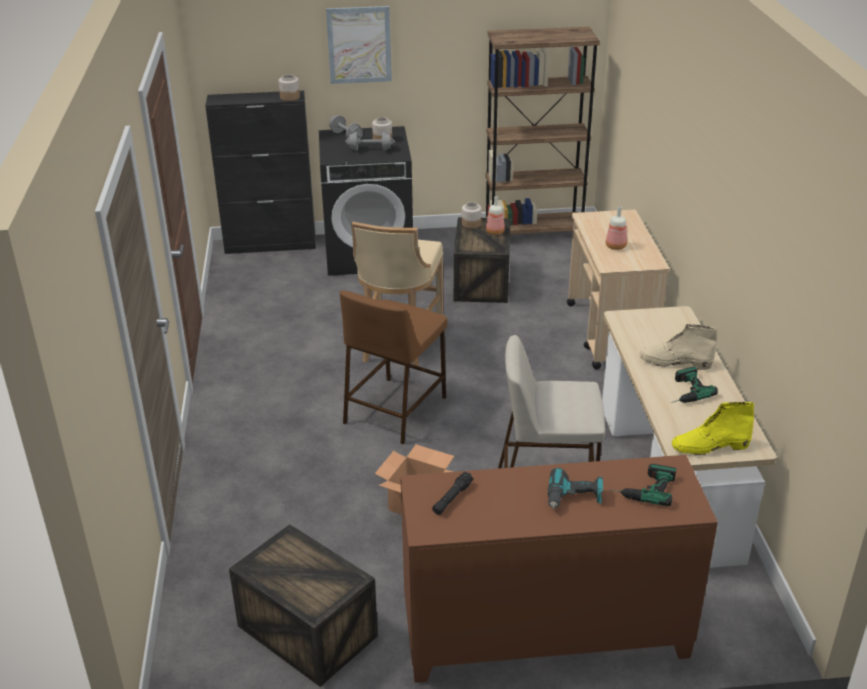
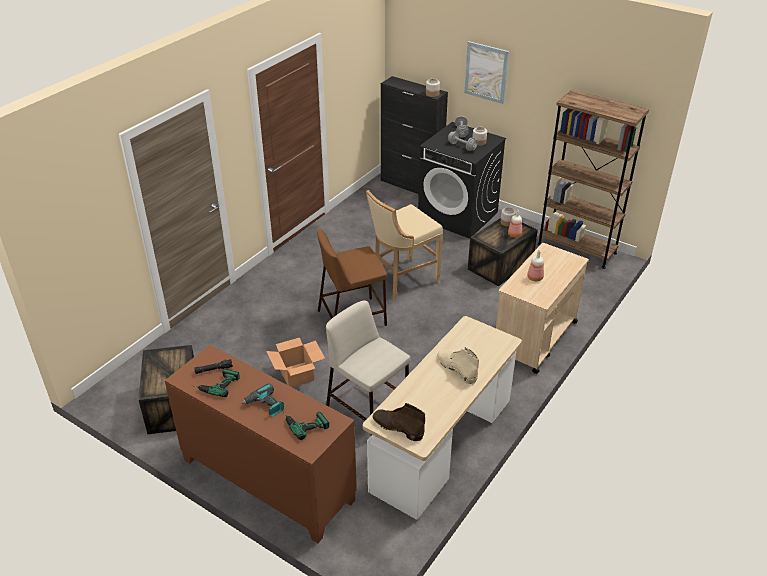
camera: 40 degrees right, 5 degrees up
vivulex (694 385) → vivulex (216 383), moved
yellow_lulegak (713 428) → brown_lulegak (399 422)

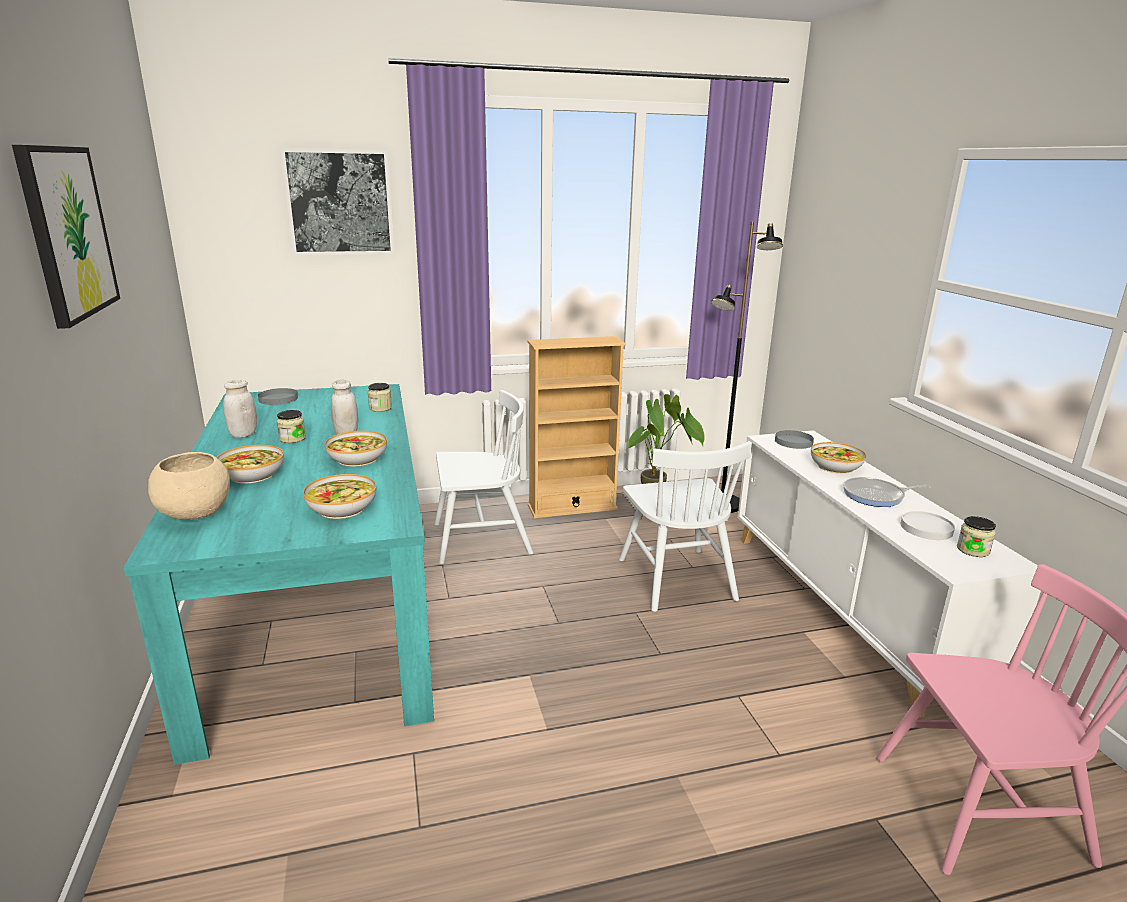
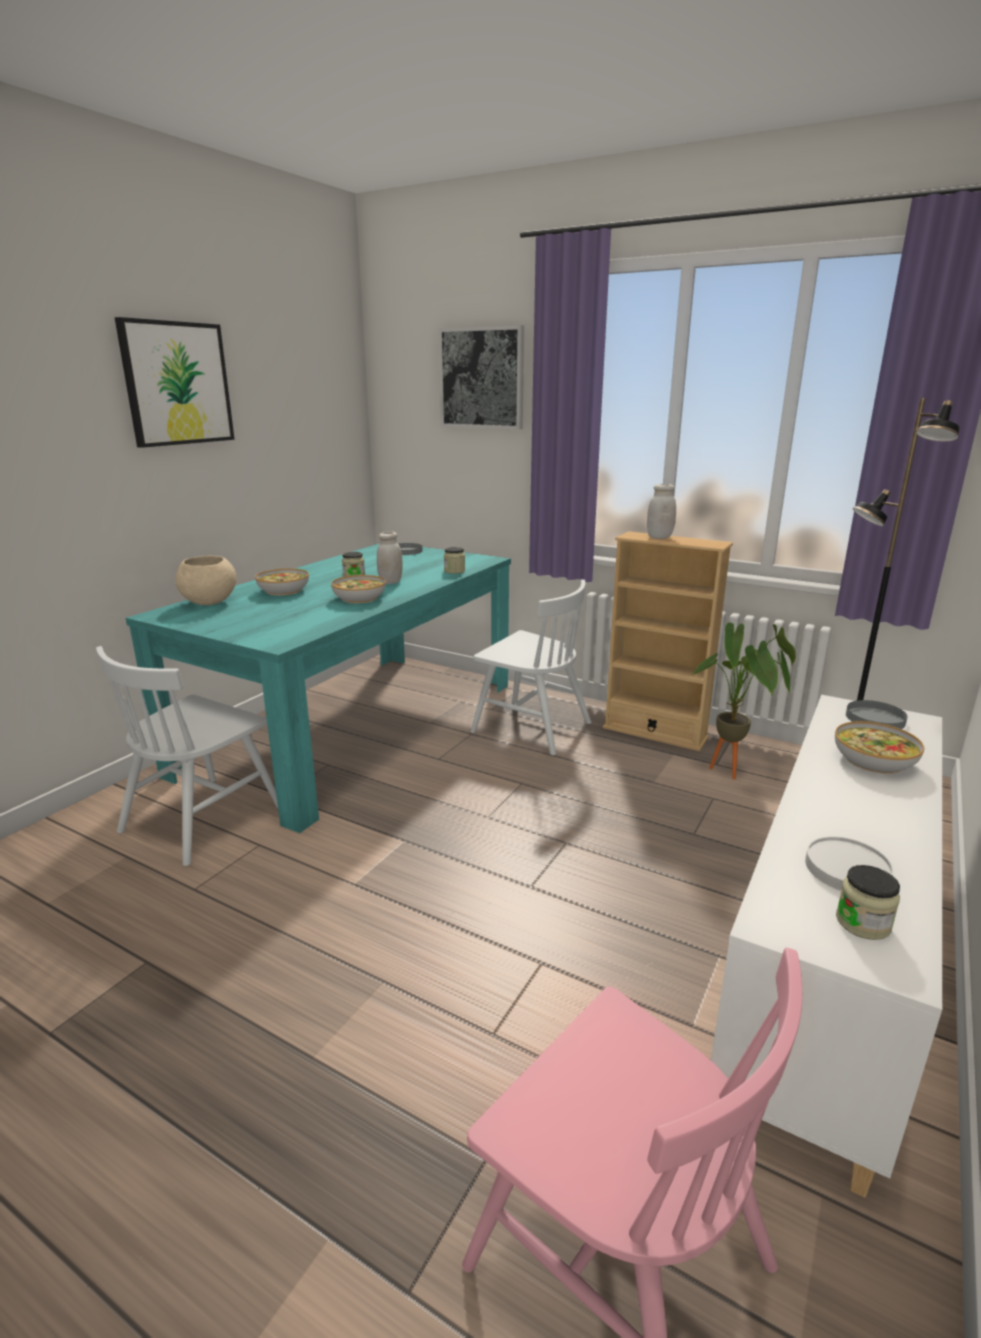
camera: 45 degrees right, 0 degrees up
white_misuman (685 526) → white_misuman (187 756), moved
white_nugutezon (240 409) → white_nugutezon (661 511), moved
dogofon (339 496) → -
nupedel (886 492) → -

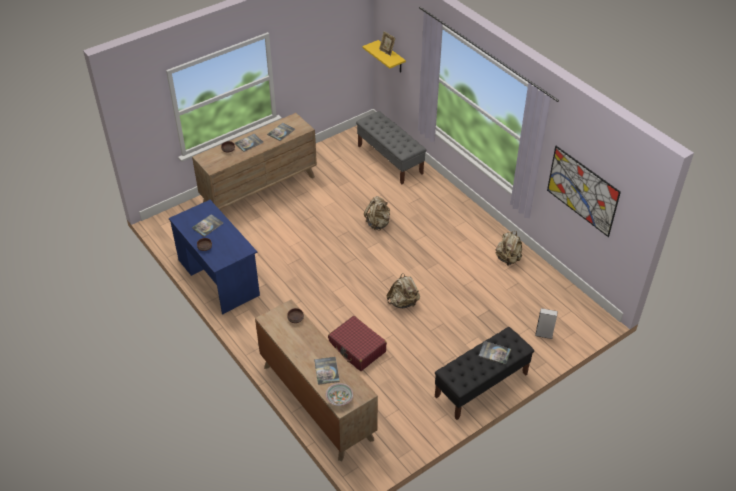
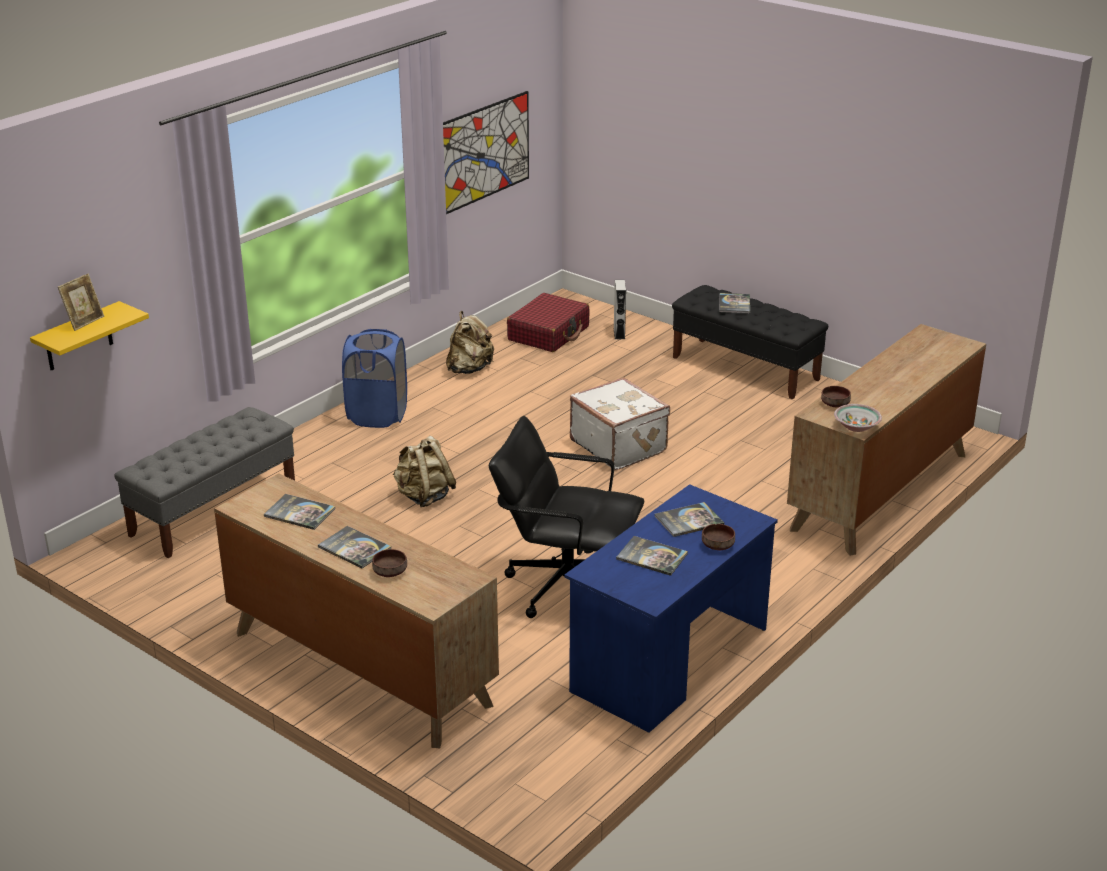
camera: 105 degrees left, 15 degrees down
- → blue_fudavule (374 378)
- → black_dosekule (566 517)
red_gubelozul (357 343) → red_gubelozul (548 322), moved
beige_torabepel (403 290) → white_gubelozul (620 423)
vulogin (327 371) → vulogin (690 519), moved
dogofon (339 394) → dogofon (858 418), moved

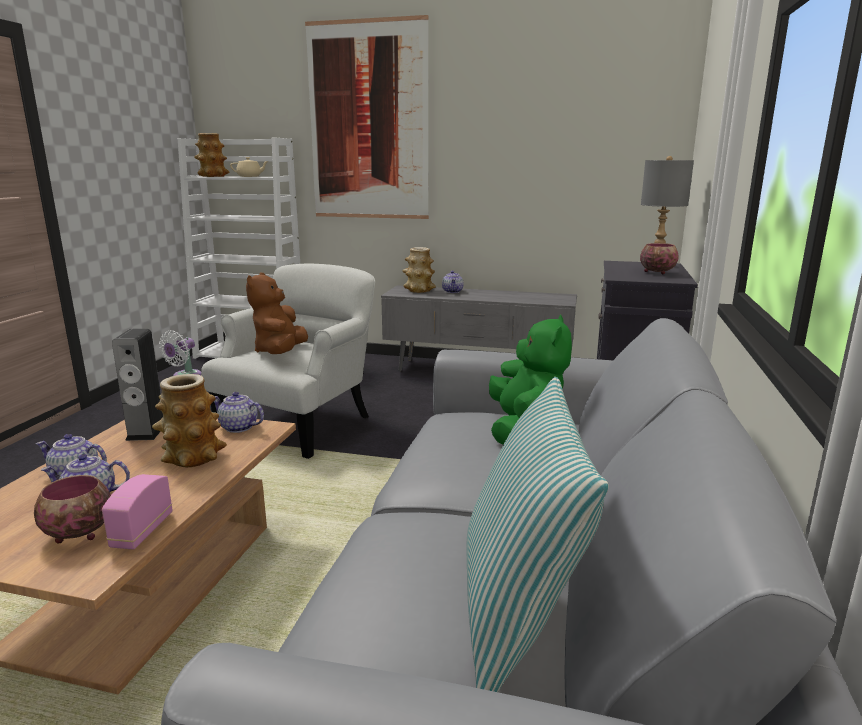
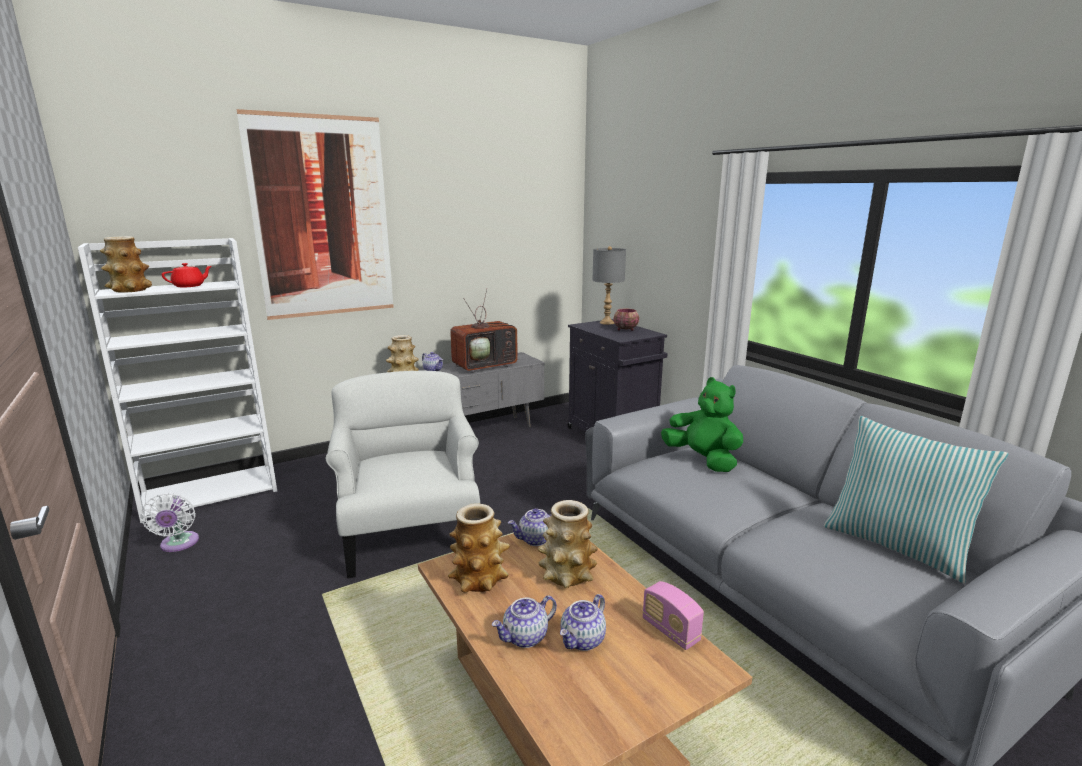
camera: 45 degrees left, 0 degrees up
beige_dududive (249 167) → red_dududive (187 275)
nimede (137 385) → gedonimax (479 547)
- → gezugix (484 331)
dogofon (72 509) → -
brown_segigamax (277 313) → -

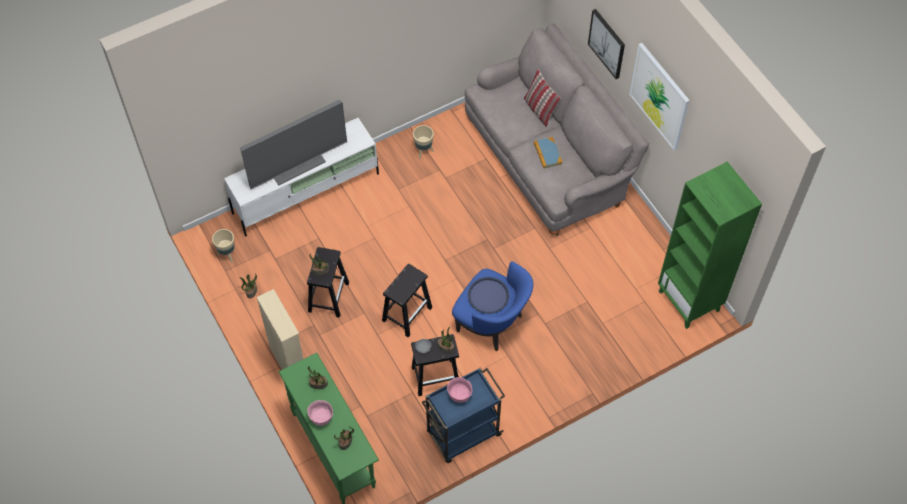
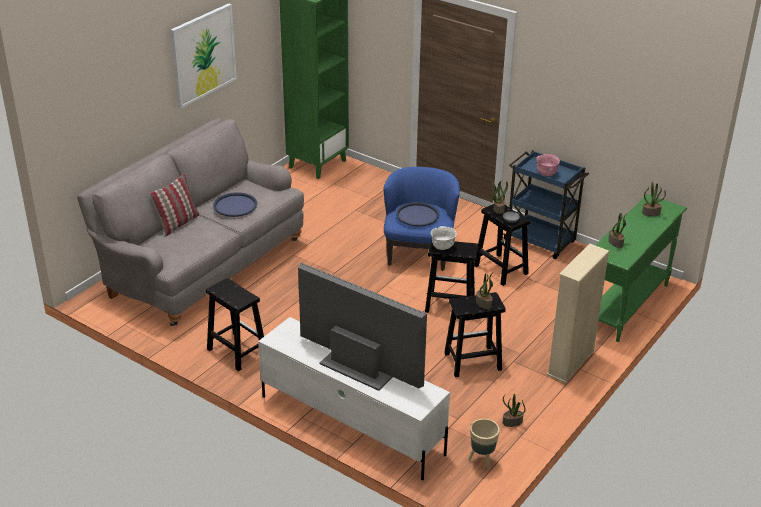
camera: 115 degrees left, 25 degrees down
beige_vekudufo (423 142) → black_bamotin (235 324)
vulogin (548 153) → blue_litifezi (235 204)
- → white_dogofon (443 238)
pink_dogofon (320 413) → -
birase (606 44) → -

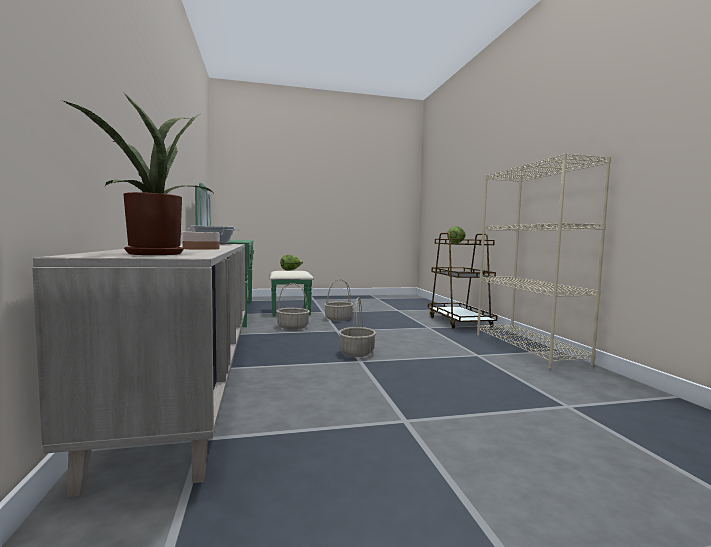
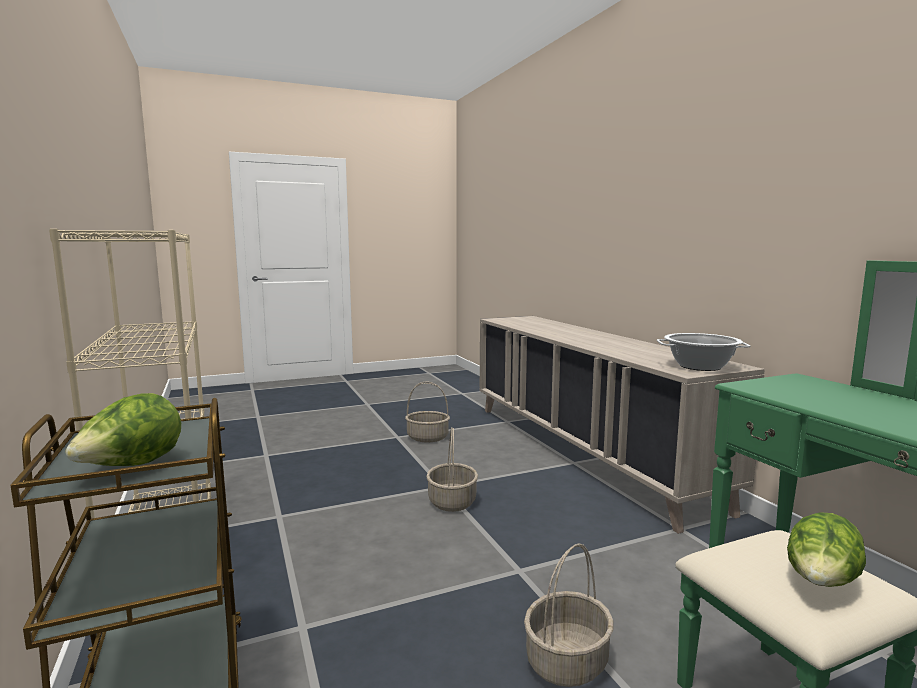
camera: 170 degrees right, 5 degrees up
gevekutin (293 306) → gevekutin (427 411), moved
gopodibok (136 174) → -
dogofon (201 241) → -

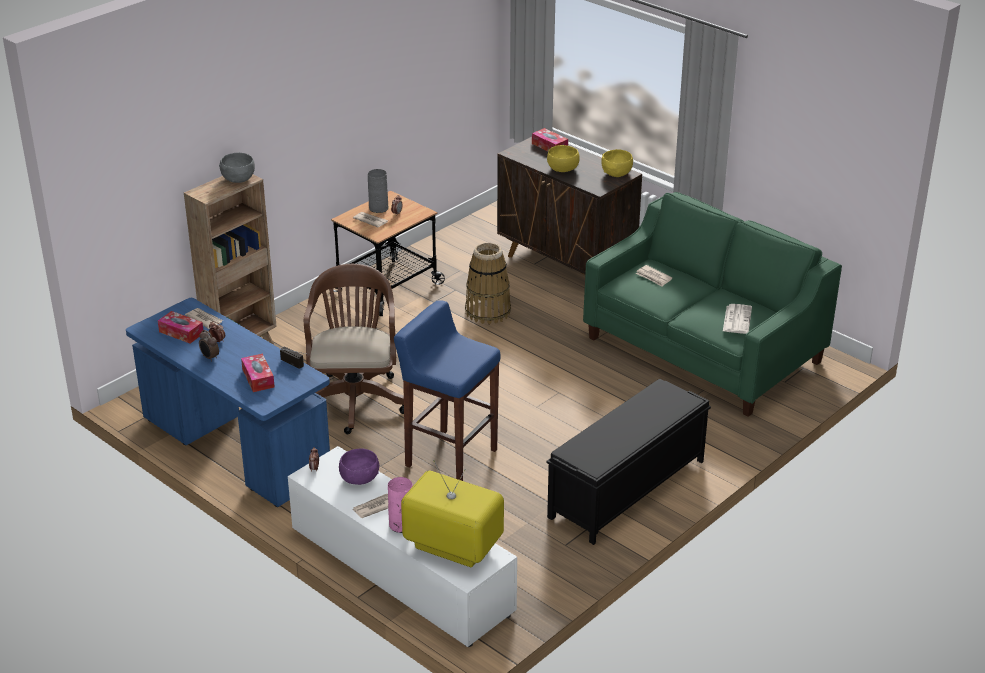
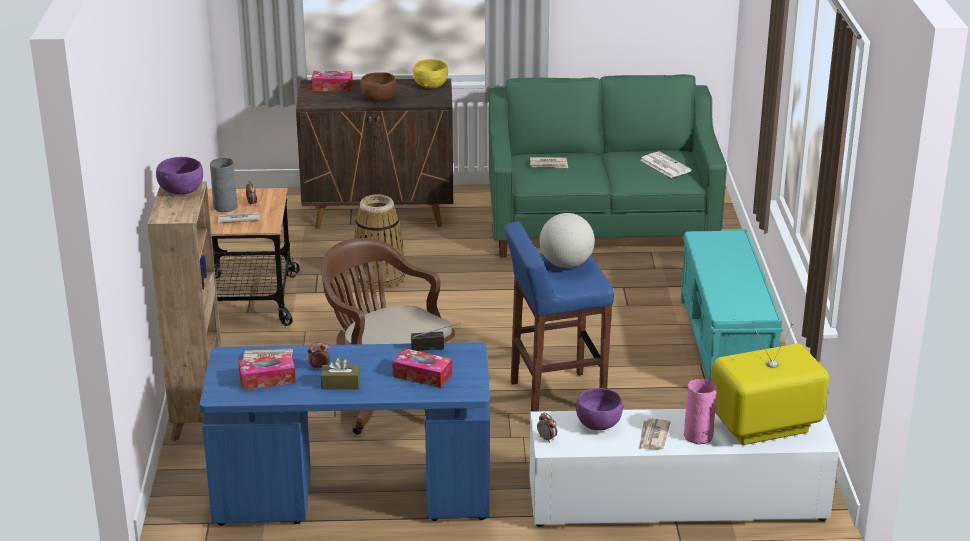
camera: 45 degrees left, 5 degrees down
grey_dogofon (237 168) → purple_dogofon (179 176)
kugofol (209 346) → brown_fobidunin (340 373)
yellow_dogofon (563 158) → brown_dogofon (378 87)
- → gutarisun (567 240)
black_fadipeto (628 462) → turquoise_fadipeto (732 305)

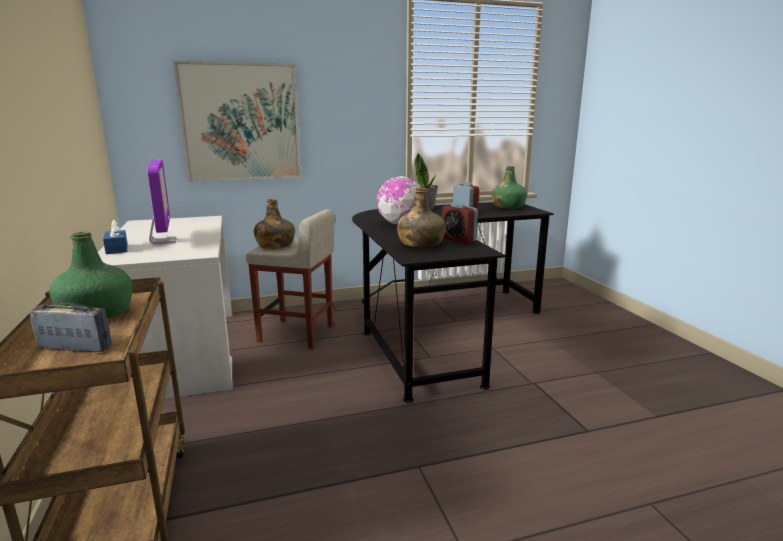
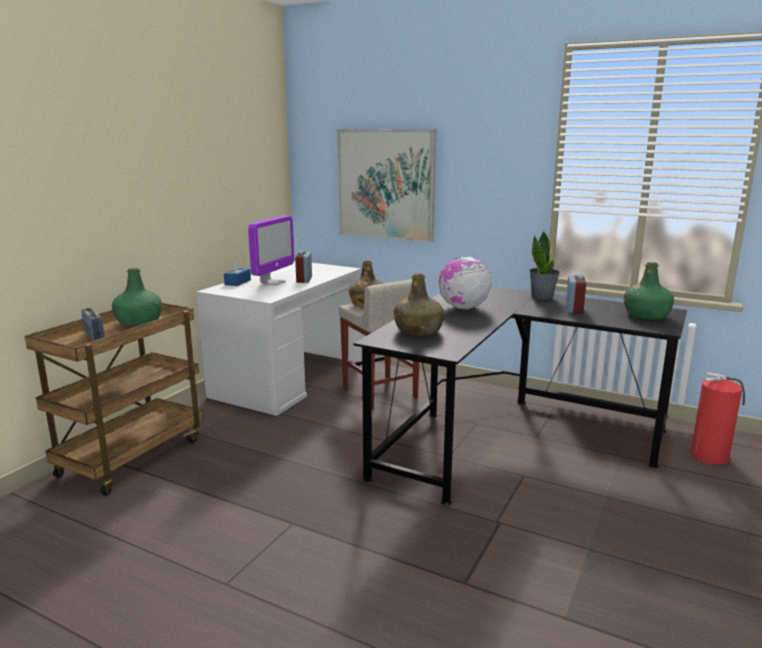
camera: 45 degrees right, 0 degrees up
kugofol (460 223) → kugofol (303 267), moved
- → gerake (718 418)

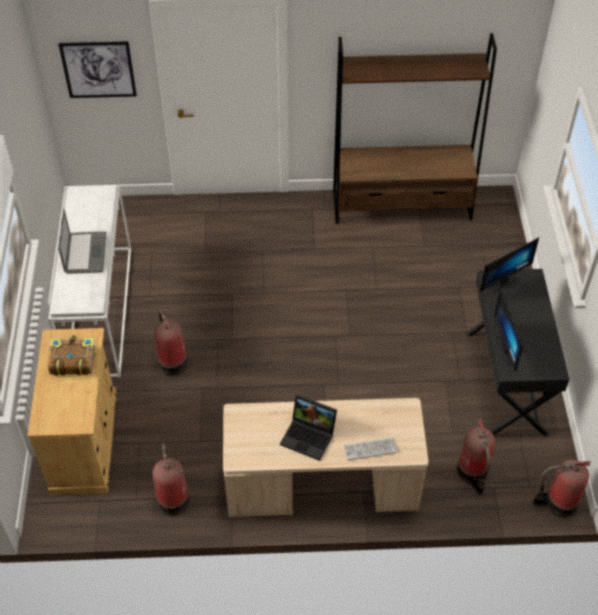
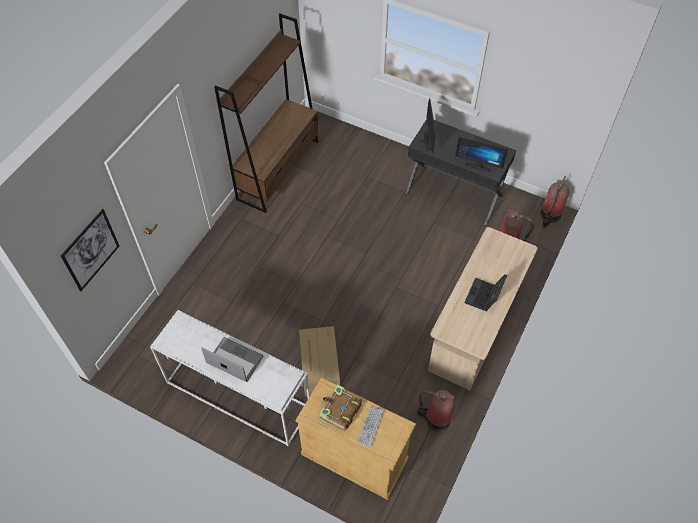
camera: 60 degrees left, 5 degrees up
gerake (171 342) → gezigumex (319 361)
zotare (371 449) → zotare (370 426), moved
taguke (308 427) → taguke (486 293), 150 degrees clockwise

